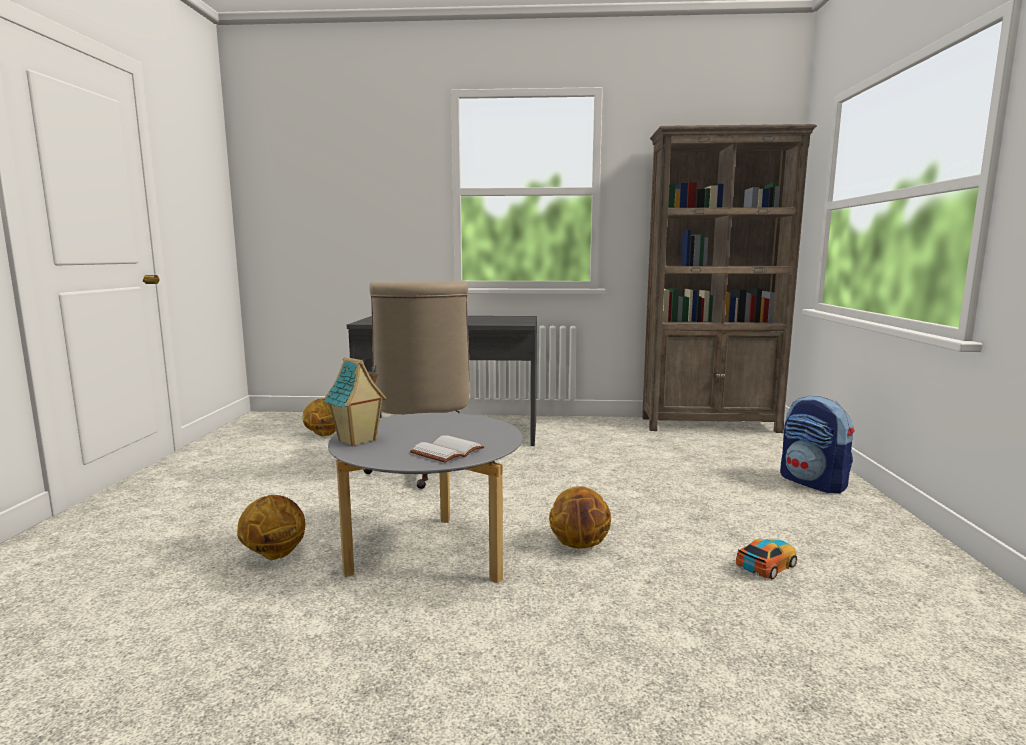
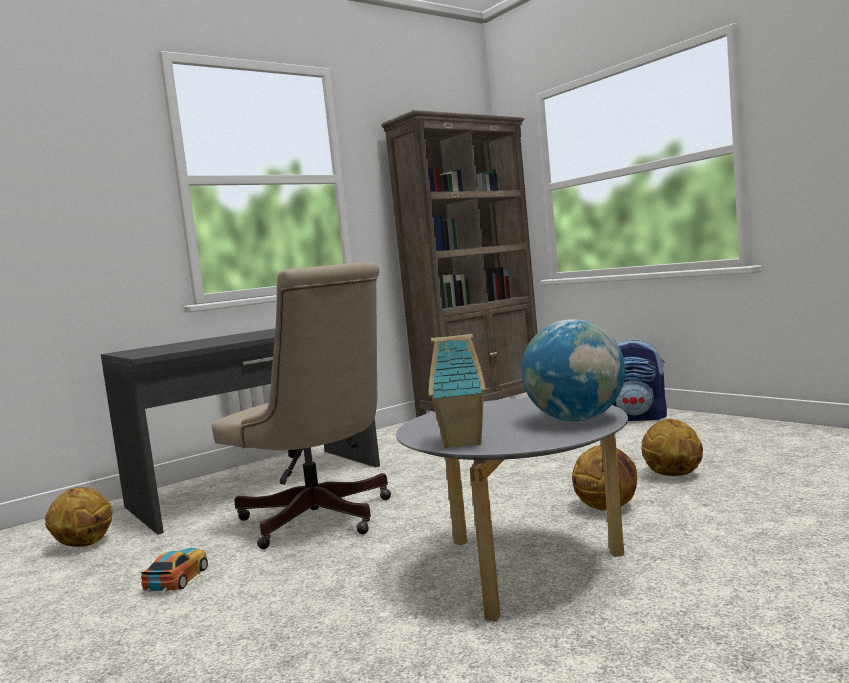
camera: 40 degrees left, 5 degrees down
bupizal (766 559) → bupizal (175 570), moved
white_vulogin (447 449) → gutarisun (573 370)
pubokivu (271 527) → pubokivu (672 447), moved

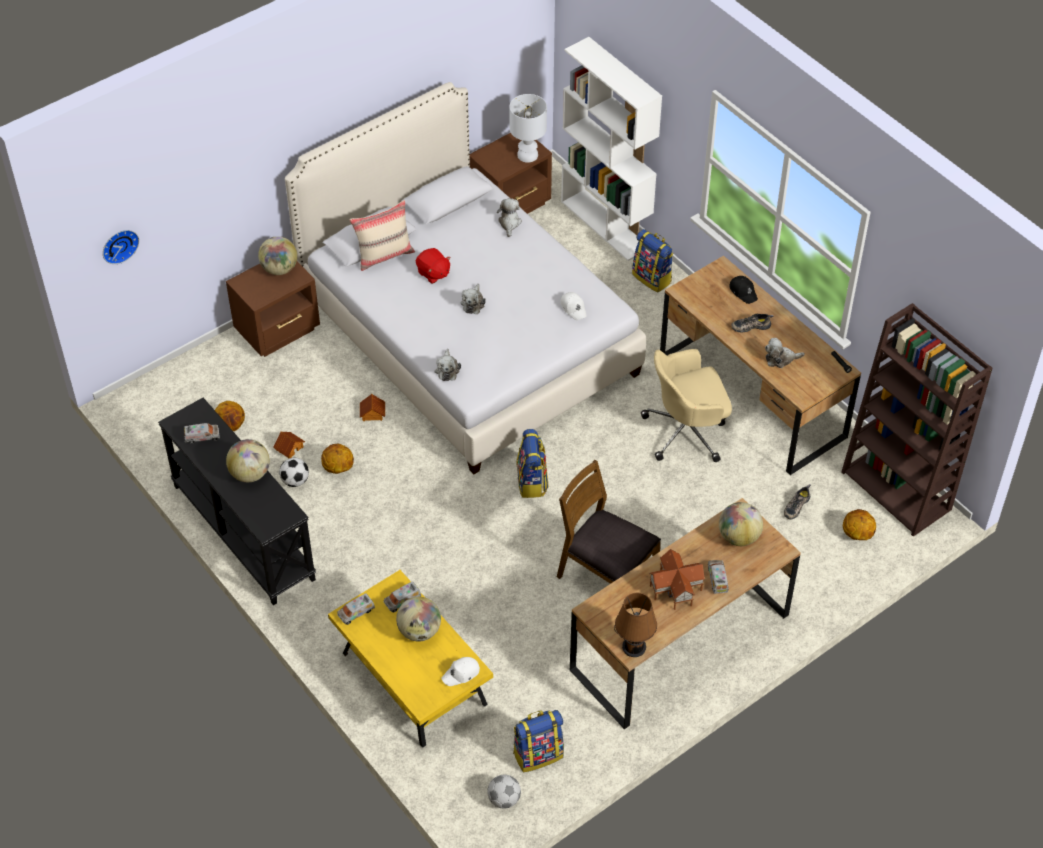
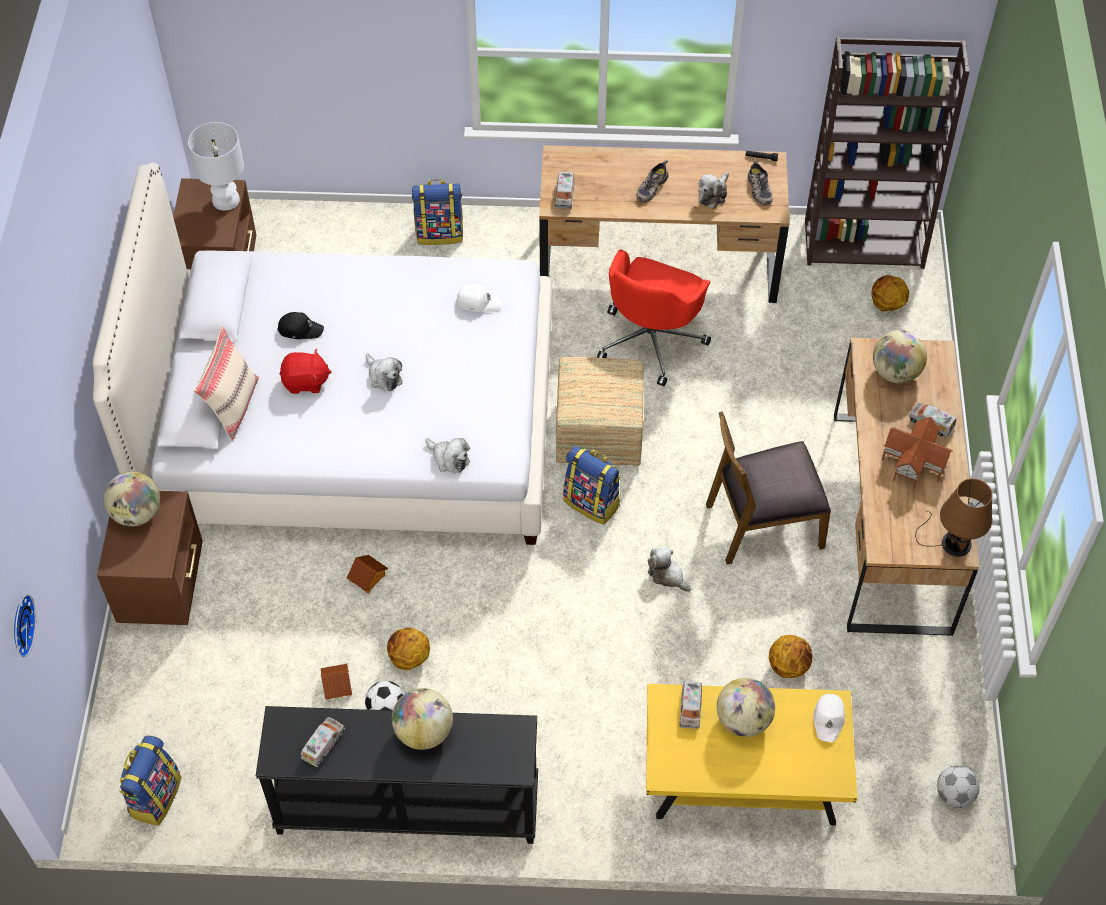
camera: 50 degrees left, 5 degrees up
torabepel (538 741) → torabepel (150 781), moved
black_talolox (743 290) → black_talolox (300 325), moved
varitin (356 609) → varitin (564 190), moved
- → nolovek (600 411)
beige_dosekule (686 405) → red_dosekule (654 317)
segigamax (509 217) → segigamax (669 568), moved
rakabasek (797 501) → rakabasek (760 181), moved
pubokivu (230 416) → pubokivu (790 656), moved
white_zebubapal (611 149) → -

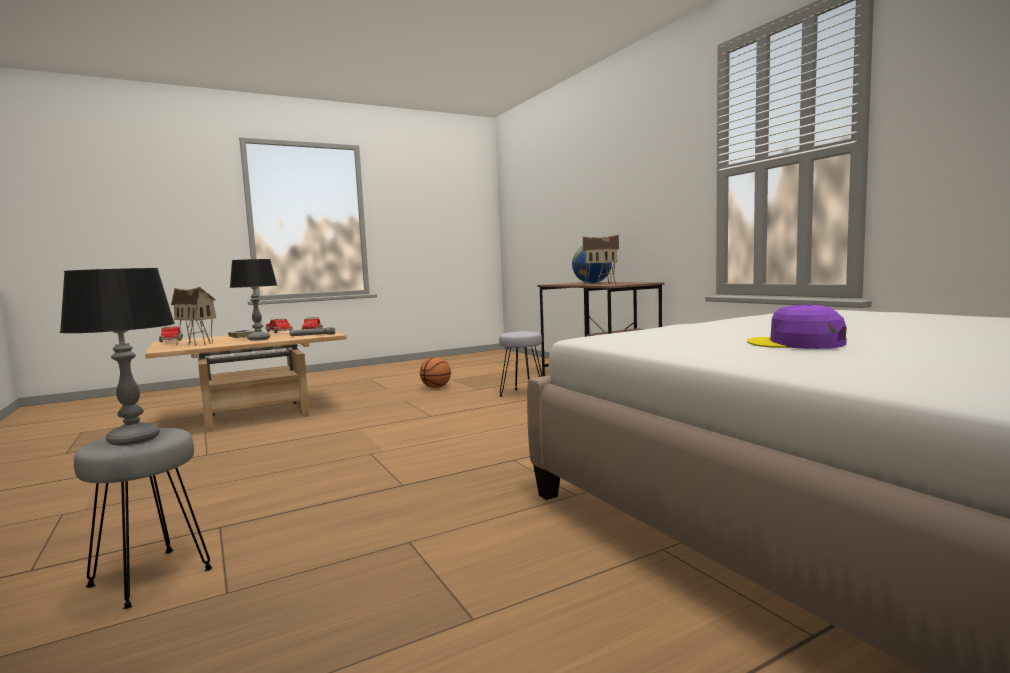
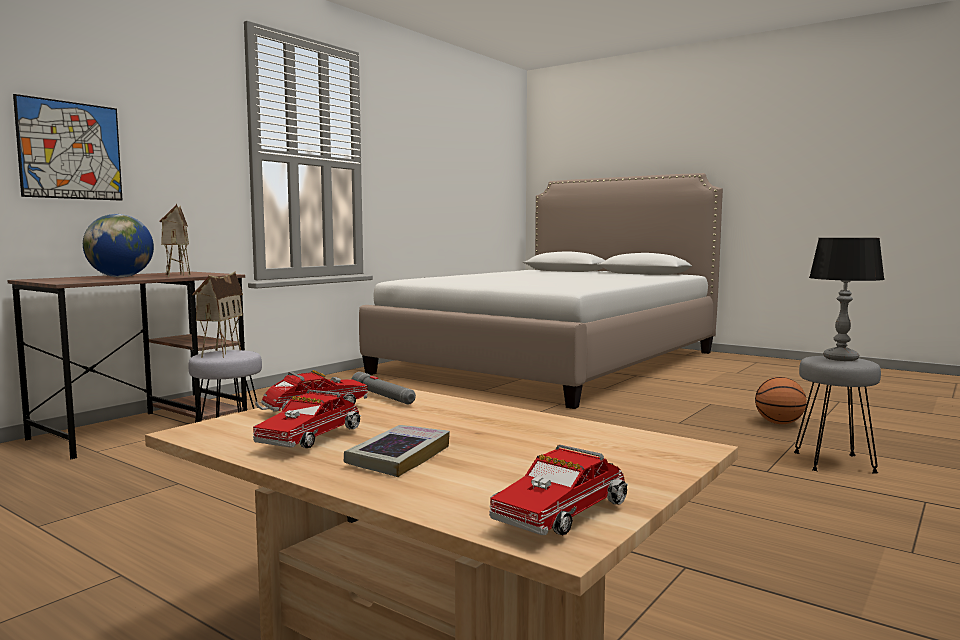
camera: 115 degrees left, 0 degrees up
- → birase (68 147)
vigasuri (193 316) → vigasuri (217 314), moved
pubokivu (435 372) → pubokivu (781 400), moved
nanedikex (253 300) → -
purple_talolox (797 326) → -

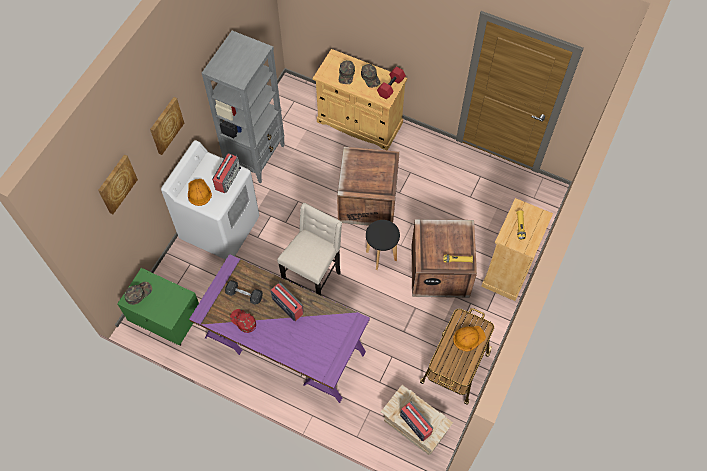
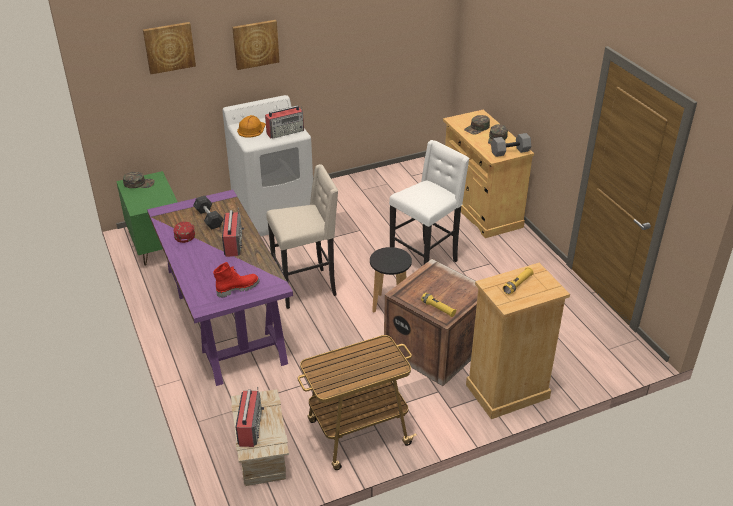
camera: 40 degrees right, 25 degrees down
- → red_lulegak (236 280)
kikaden (368 186) → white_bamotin (429 202)
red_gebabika (391 83) → grey_gebabika (511 145)
grey_zebubapal (243 107) → -
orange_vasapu (469 338) → -

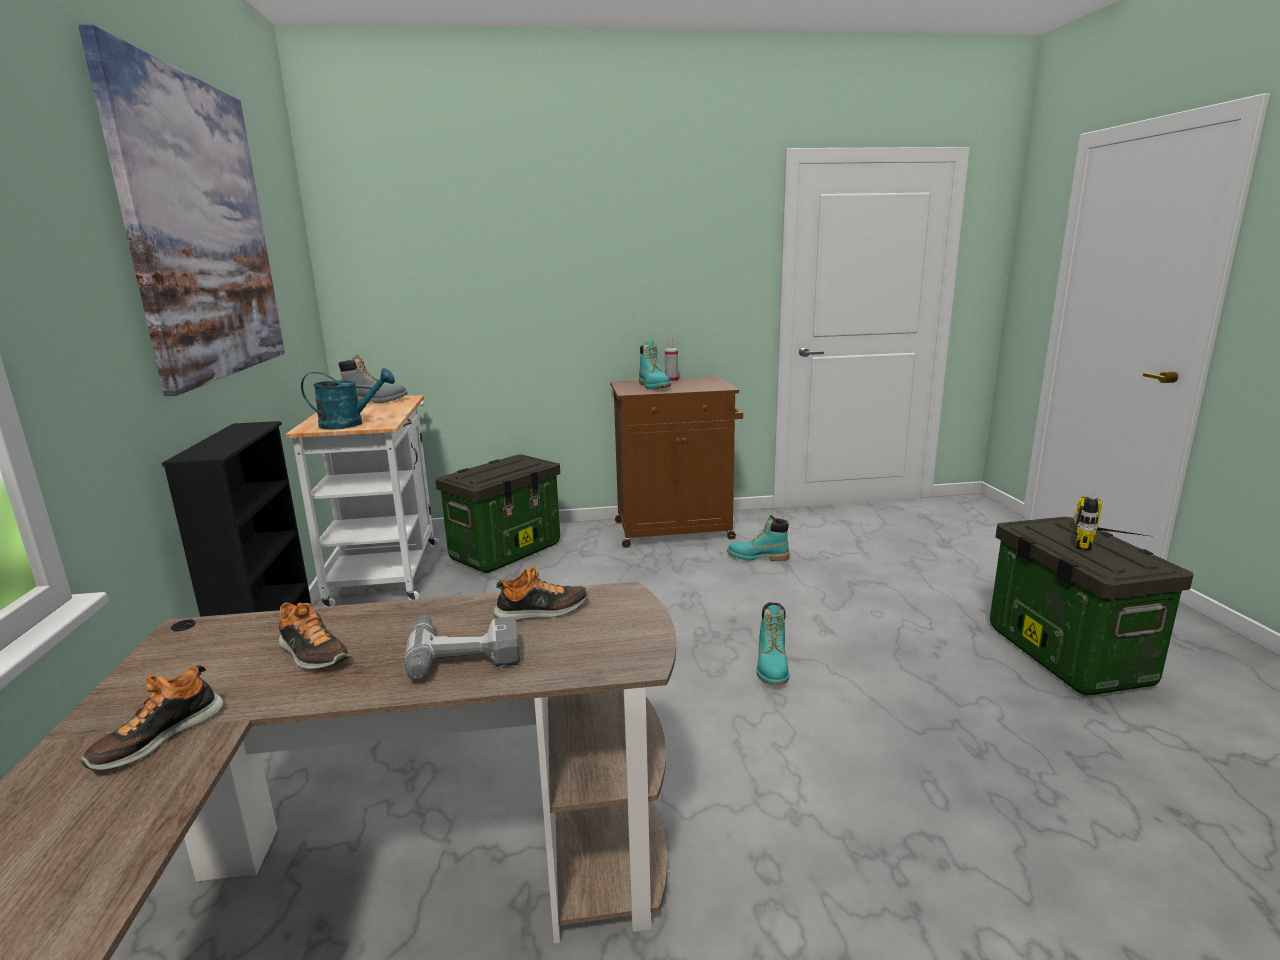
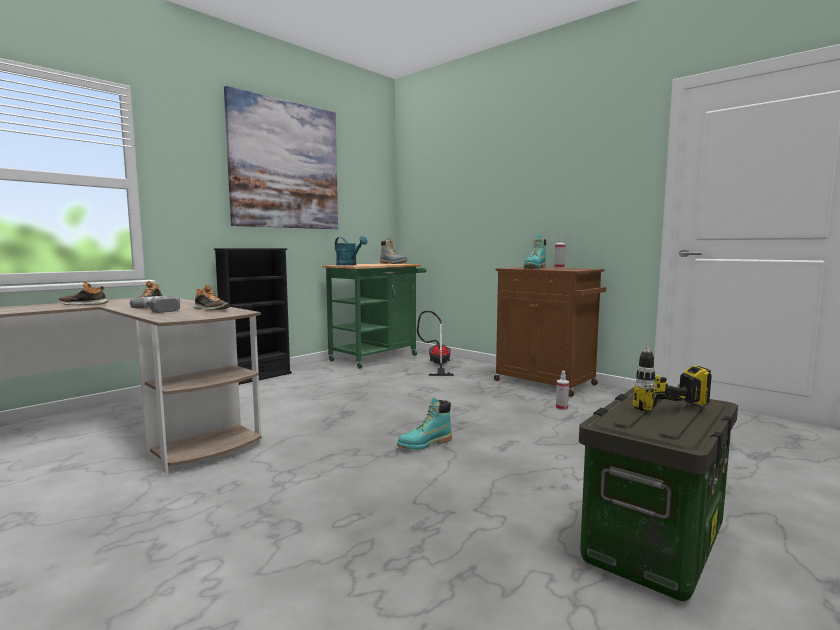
camera: 50 degrees right, 10 degrees down
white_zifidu (362 501) → green_zifidu (374 316)
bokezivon (497 514) → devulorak (435 343)
turquoise_lulegak (758 538) → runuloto (562 390)

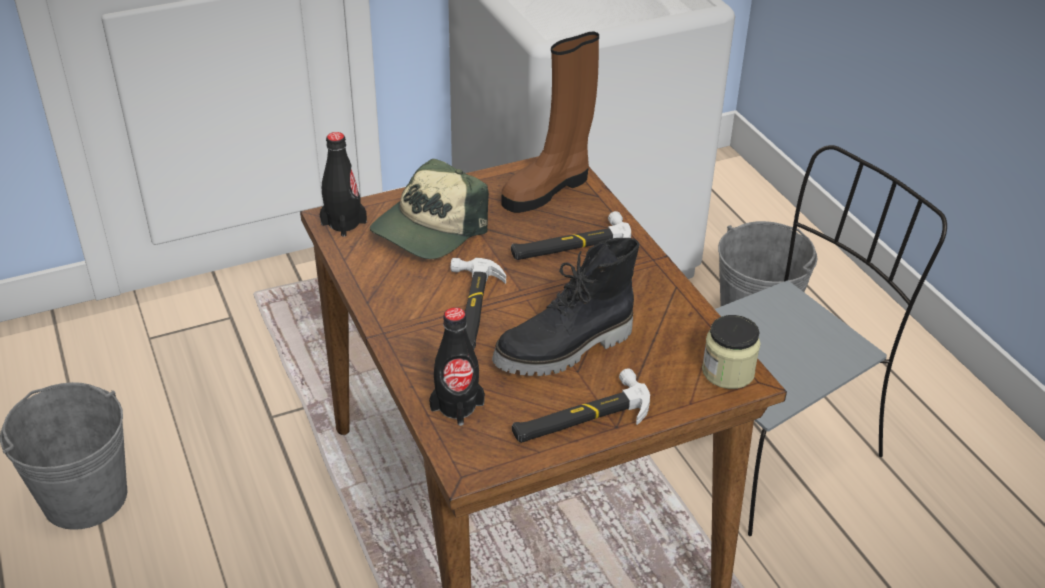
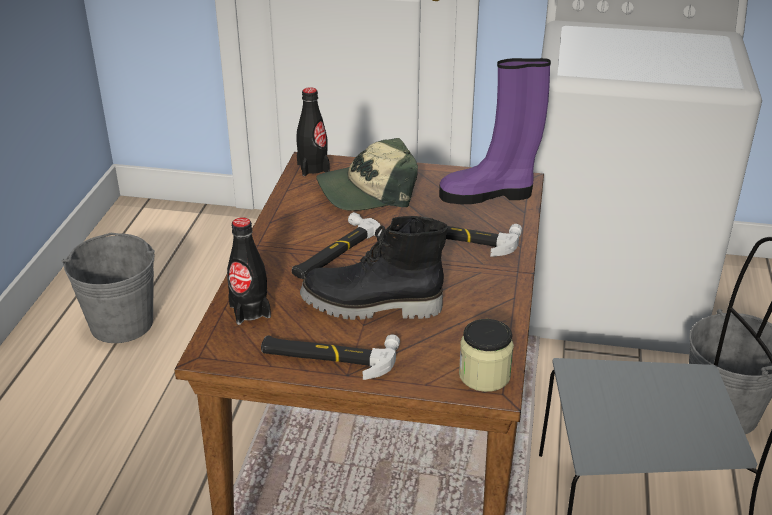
camera: 35 degrees right, 5 degrees down
brown_lulegak (550 122) → purple_lulegak (495 131)

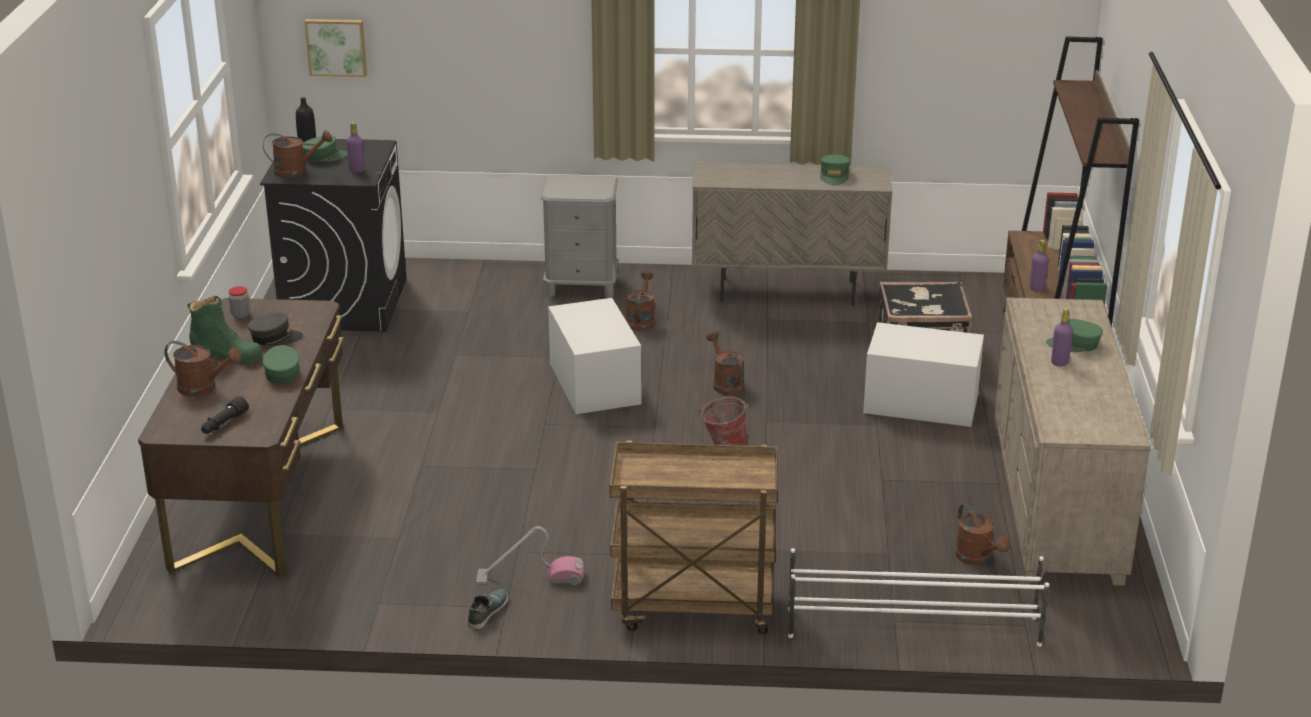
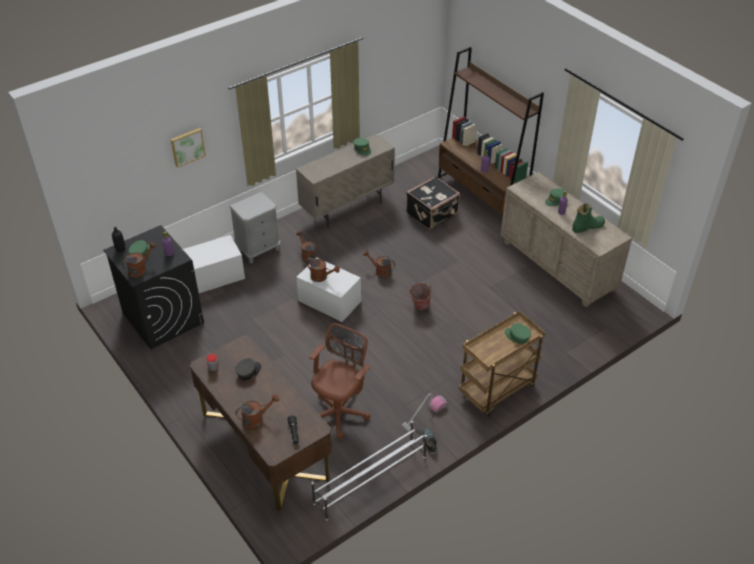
camera: 40 degrees left, 15 degrees up
birase (335 48) → birase (188 148), moved
white_bokezivon (923 374) → white_bokezivon (214 264), moved
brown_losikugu (982 534) → brown_losikugu (323 270), moved
- → brown_dosekule (340 381)
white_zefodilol (918 597) → white_zefodilol (369 471), moved
green_talolox (281 364) → green_talolox (518 333), moved
green_lulegak (225 330) → green_lulegak (588 218), moved

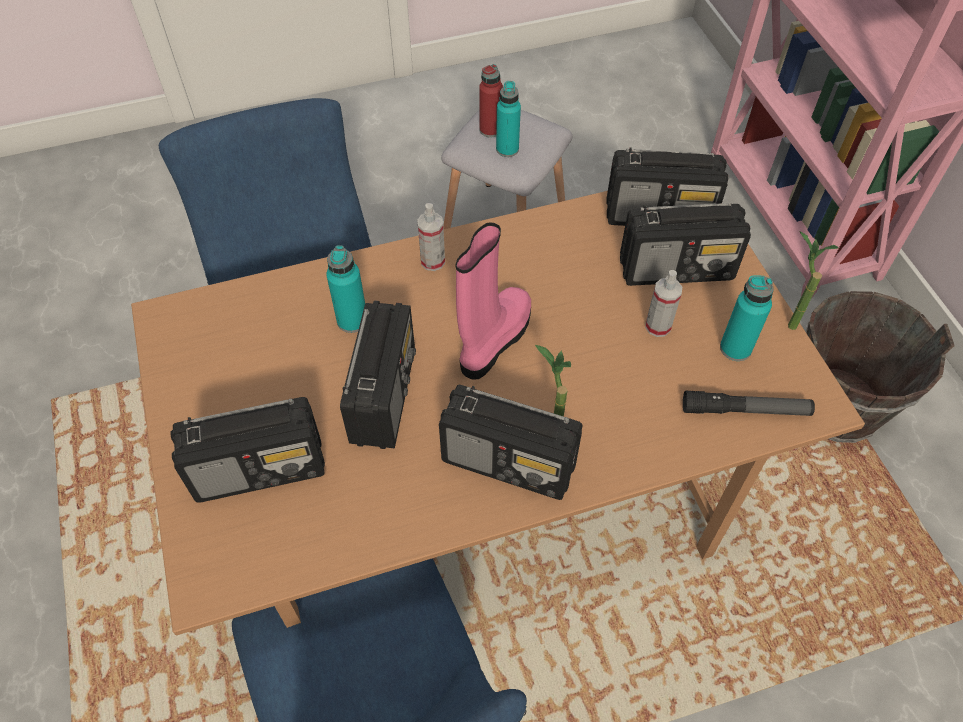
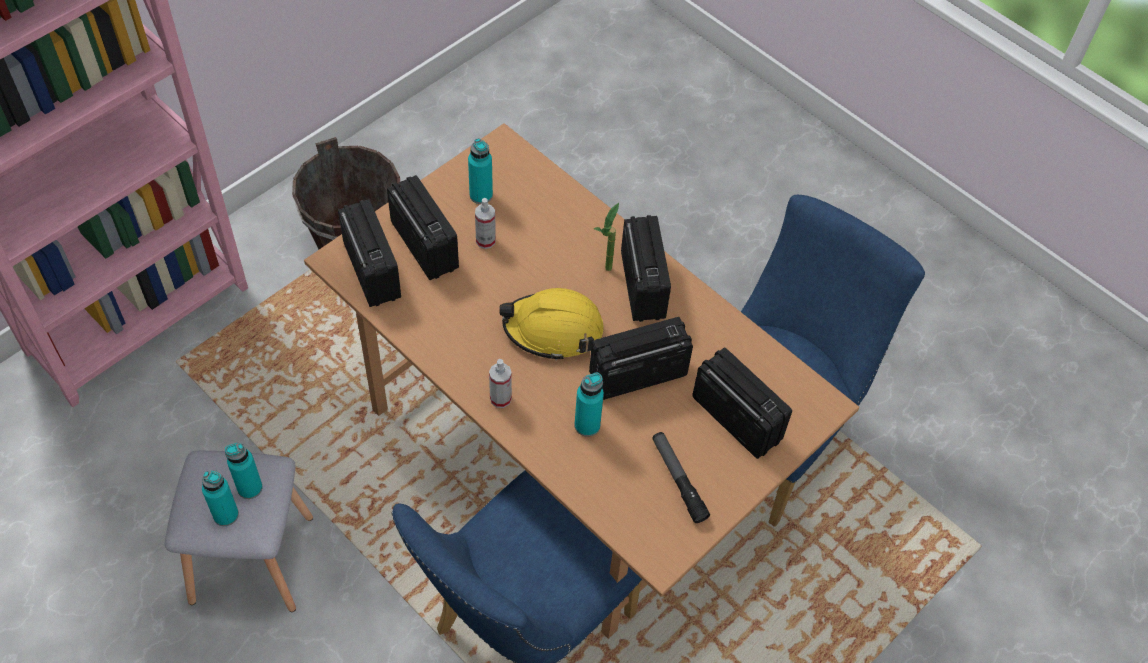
camera: 120 degrees left, 0 degrees up
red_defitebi (491 100) → turquoise_defitebi (220 498)
pink_lulegak (493 301) → yellow_vasapu (551 324)
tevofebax (749 403) → tevofebax (681 477), moved
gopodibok (813 280) → -

